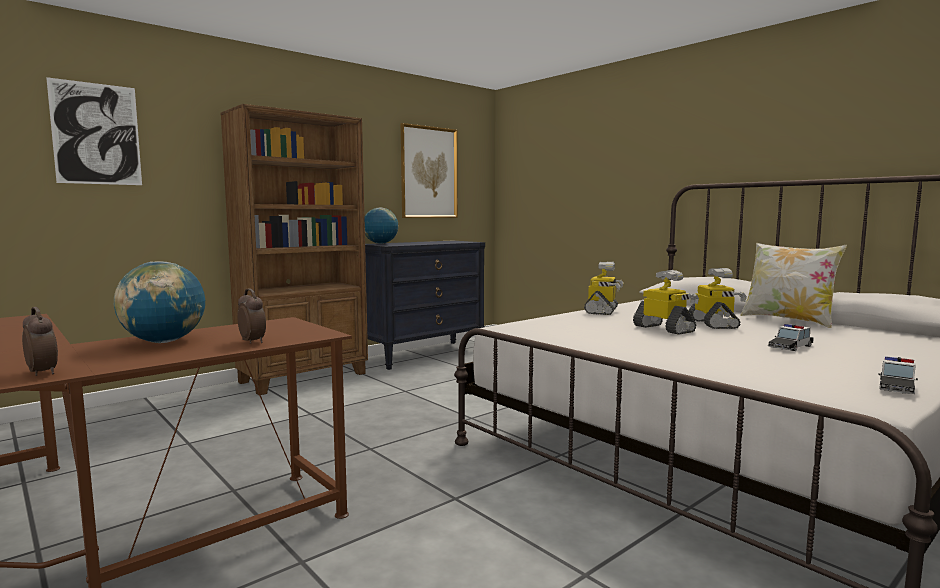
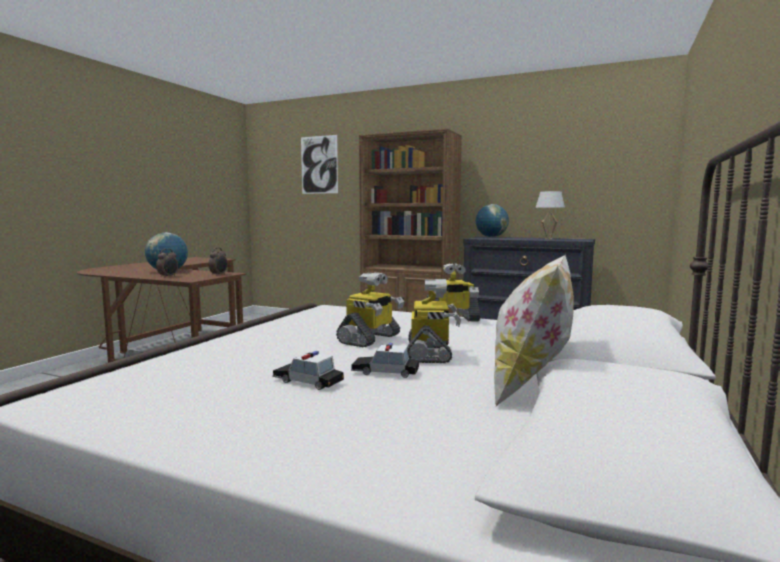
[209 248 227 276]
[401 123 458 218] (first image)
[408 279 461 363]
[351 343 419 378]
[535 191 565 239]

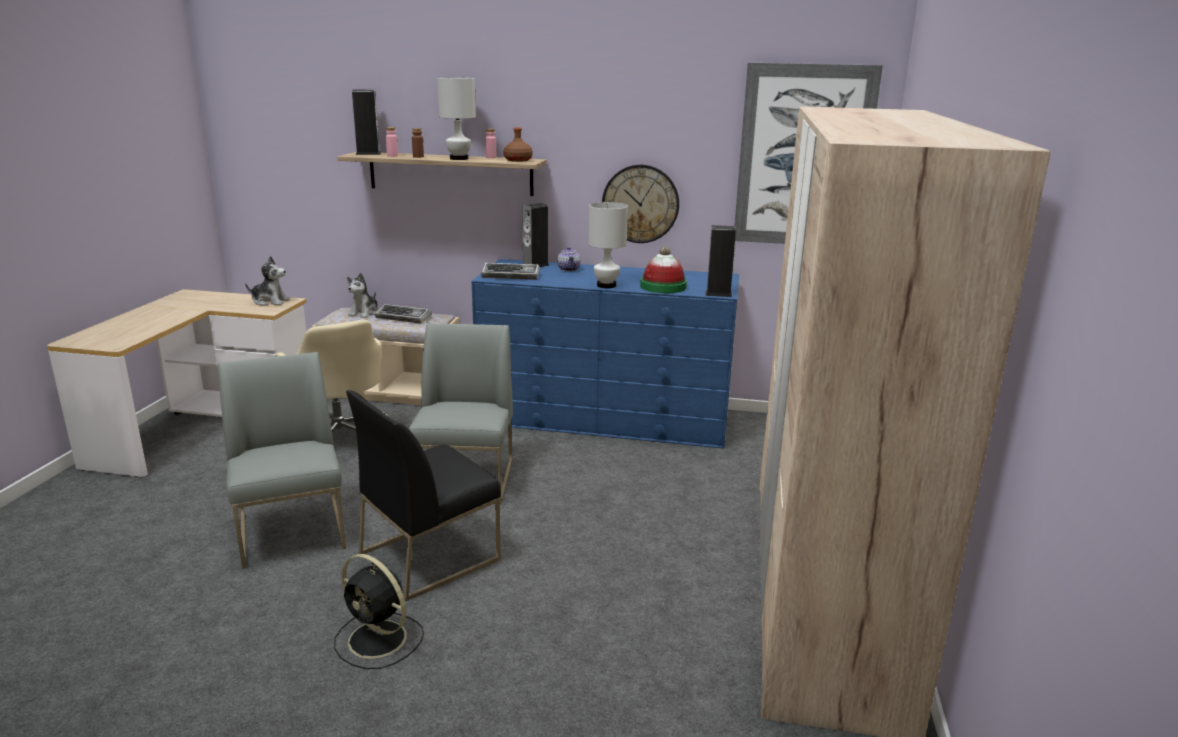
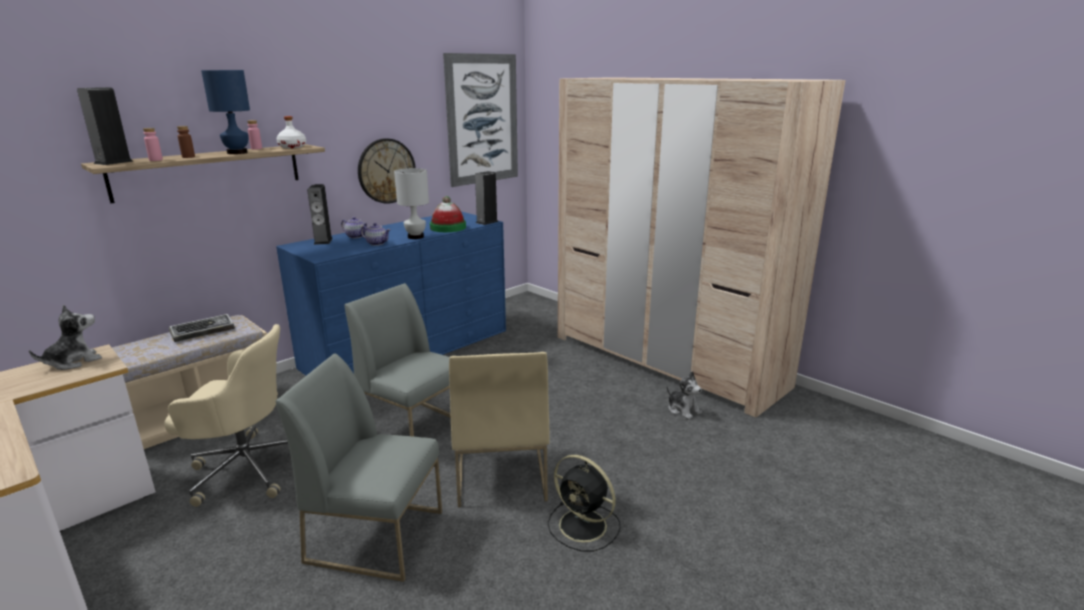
[548 455 620 552]
[449 352 550 507]
[666 371 702 419]
[201 70 250 154]
[481 263 540 280] (first image)
[276 116 306 148]
[361 223 390 246]

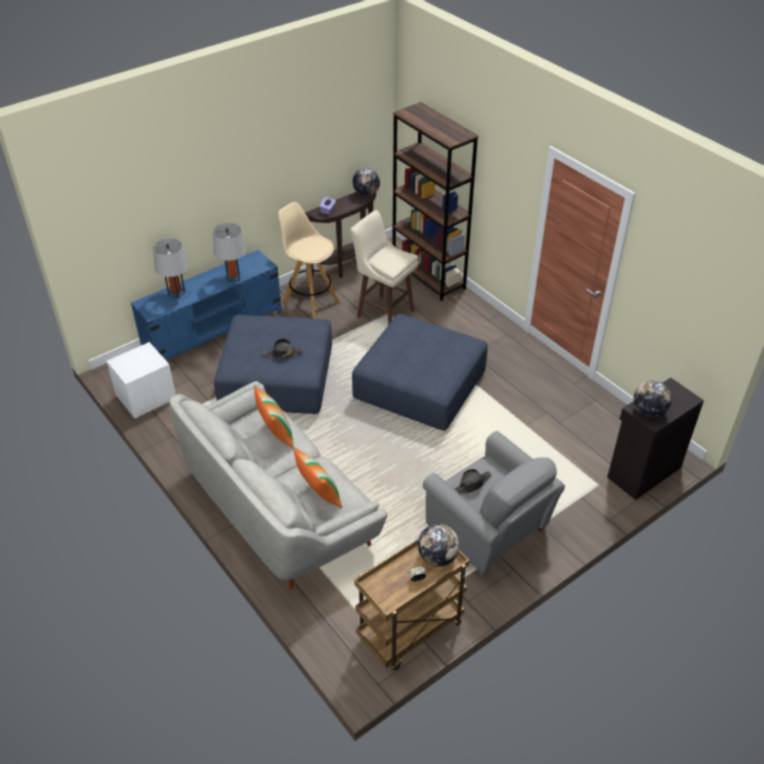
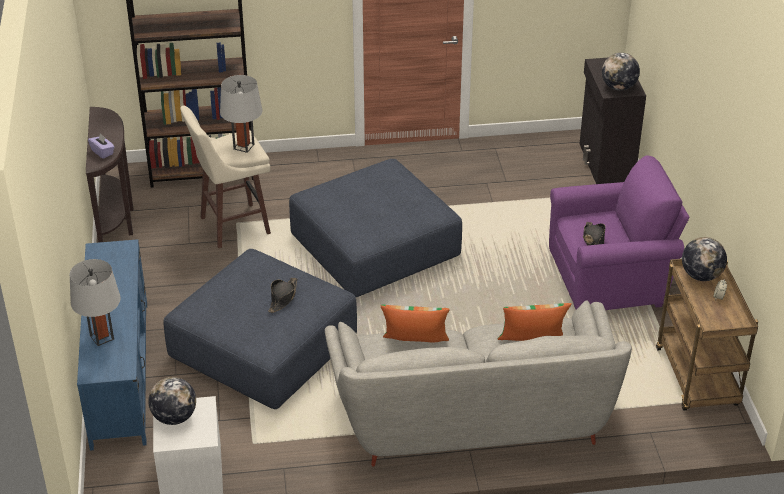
[220 75 263 153]
[279 202 340 319] (first image)
[148 377 196 425]
[549 156 689 310]

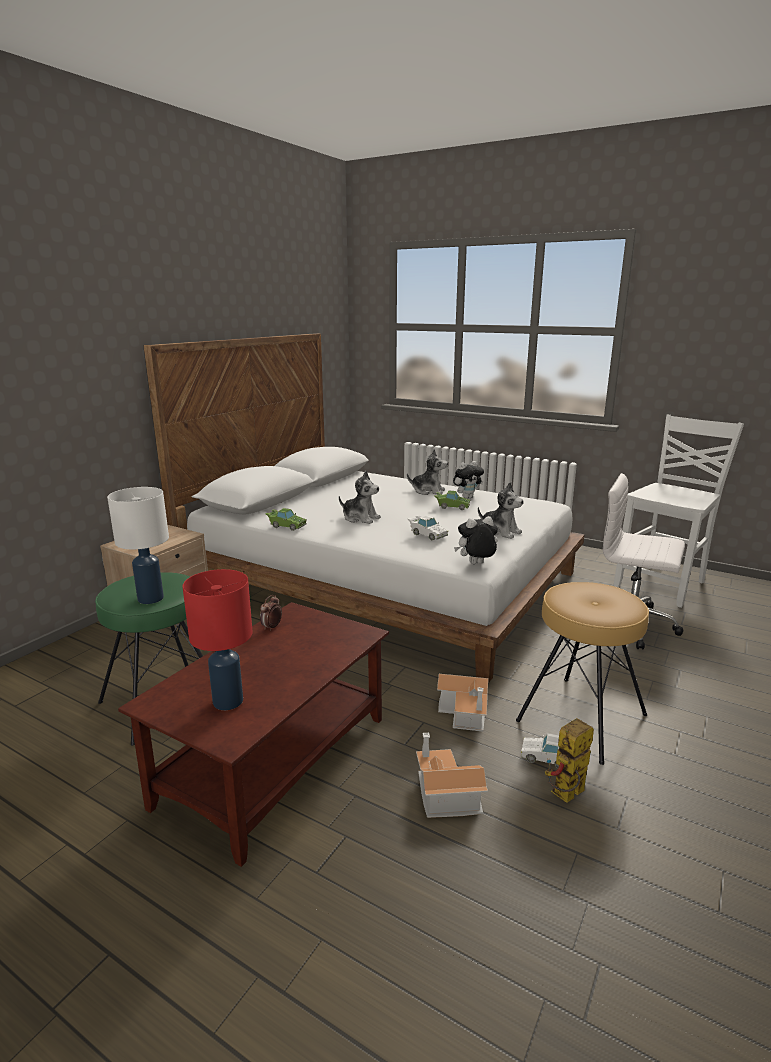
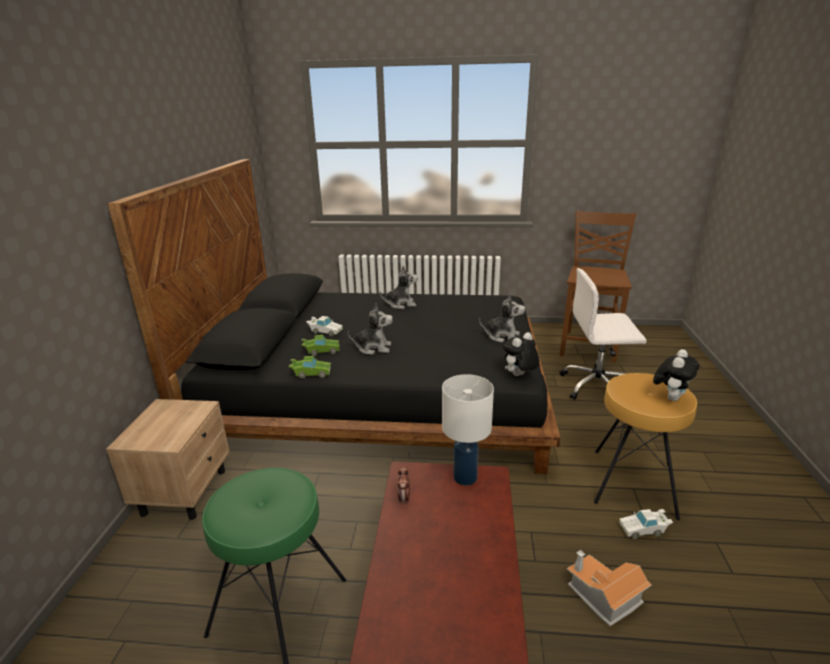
[442 374 494 485]
[107 159 560 474]
[182 569 253 710] (first image)
[306 316 343 336]
[302 335 340 356]
[437 674 488 732] (first image)
[653 349 699 401]
[545 718 594 803] (first image)
[560 210 637 363]

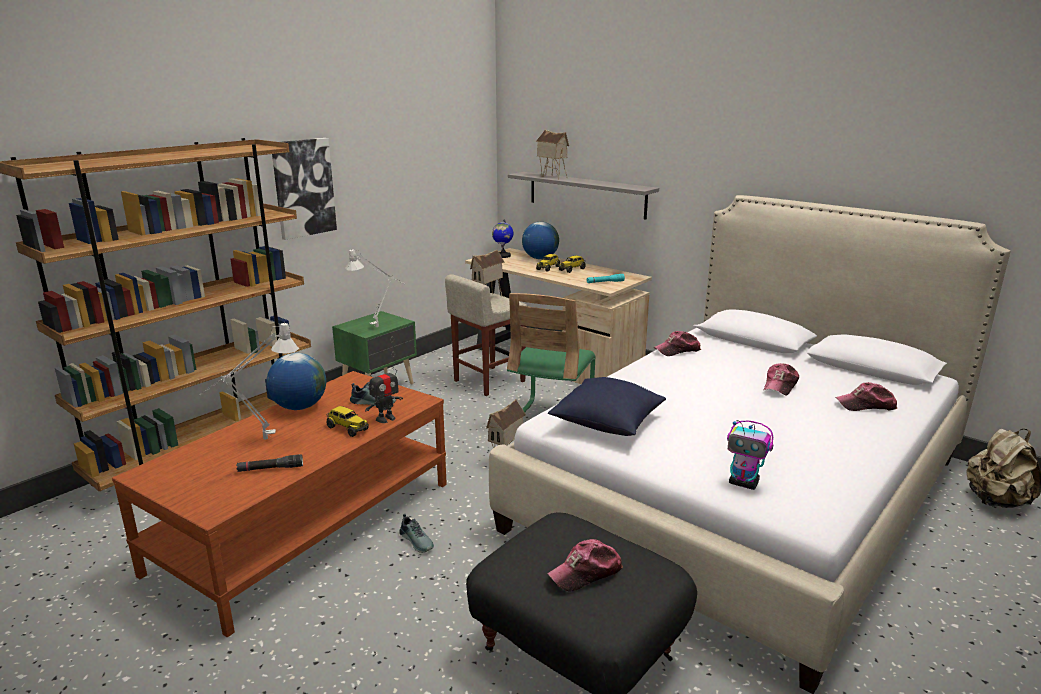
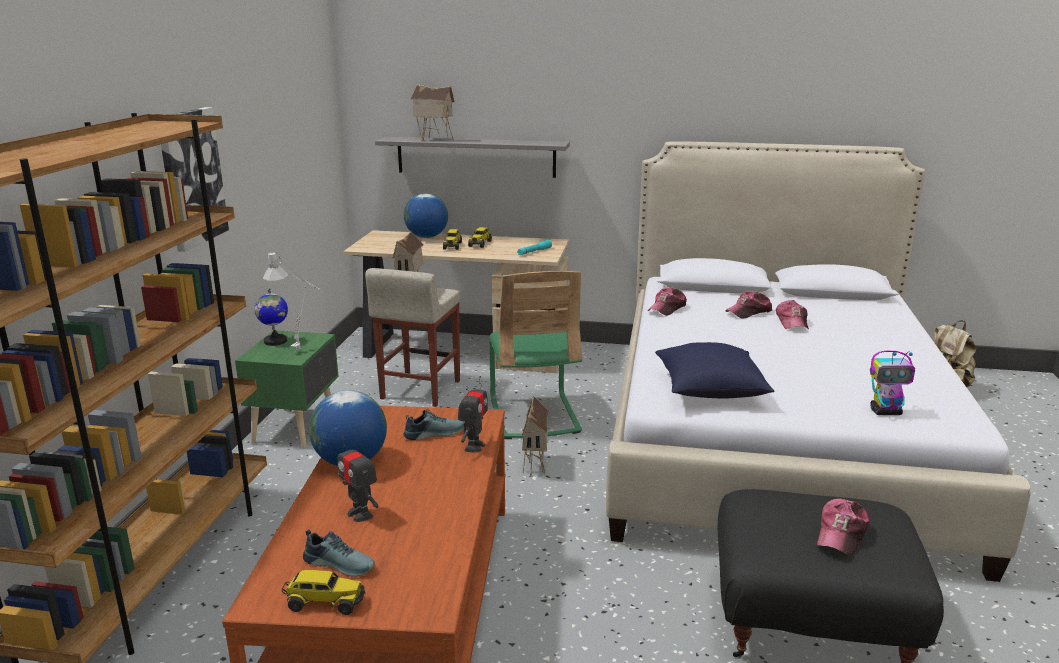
[337 433 378 522]
[236 454 303 472] (first image)
[282 570 365 615]
[303 529 375 577]
[255 288 288 346]
[725 291 772 318]

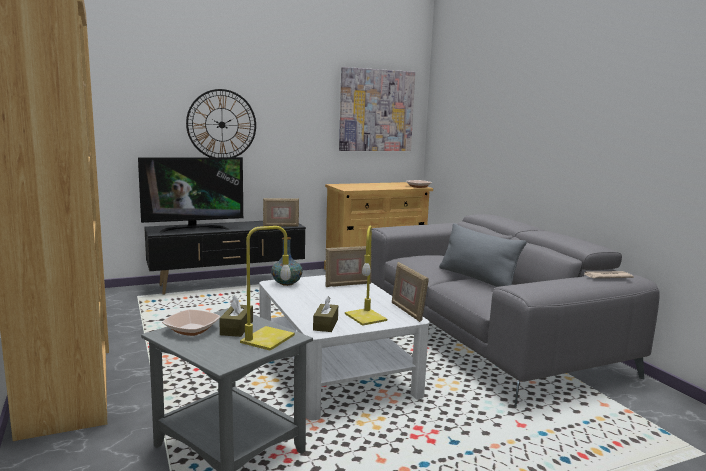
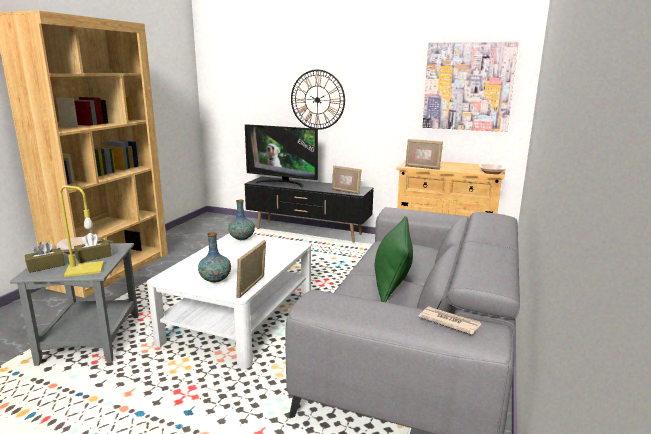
[25 242 65 273]
[405 139 443 170]
[198 232 231 283]
[375 216 413 302]

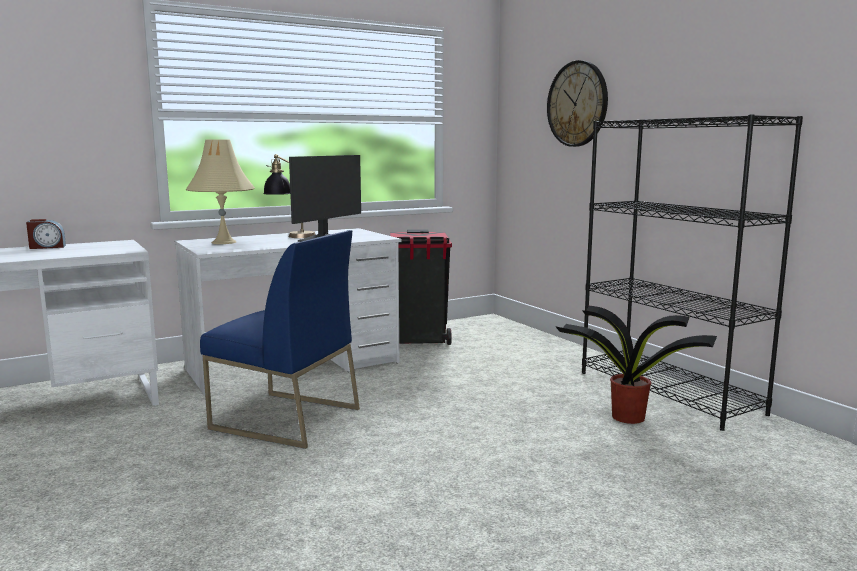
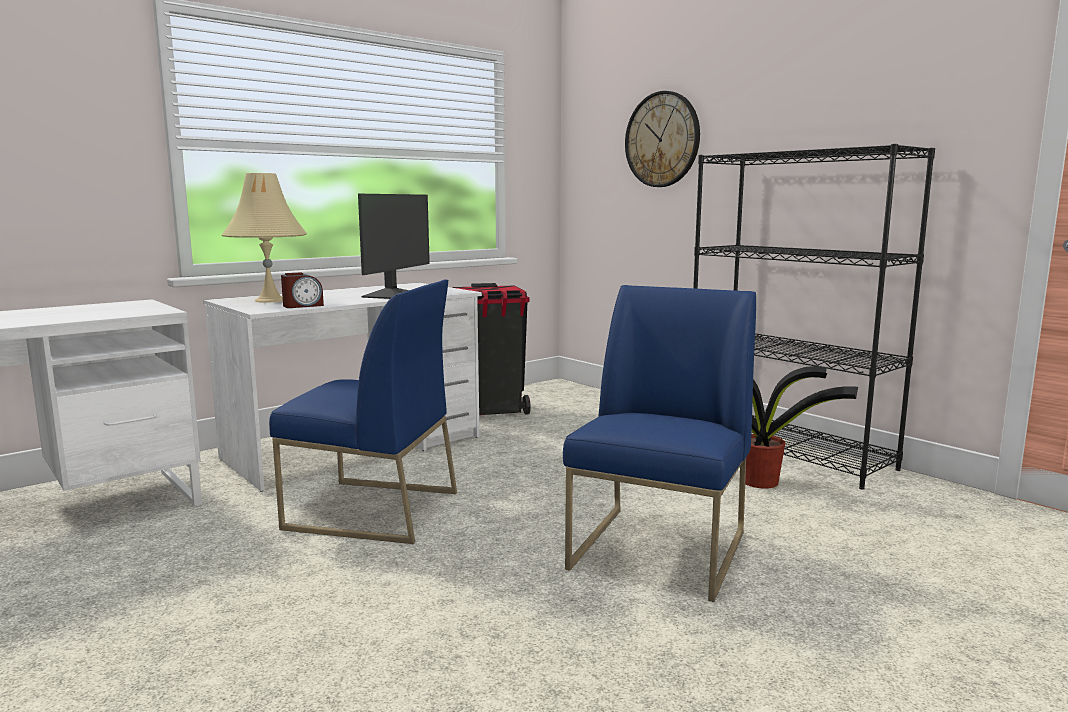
[281 272 324 308]
[263 154 316 238] (first image)
[563 285 756 602]

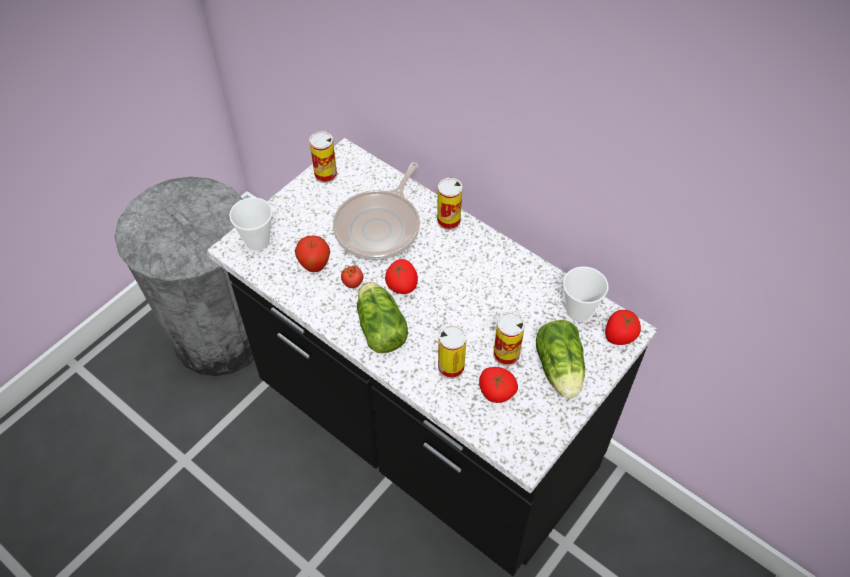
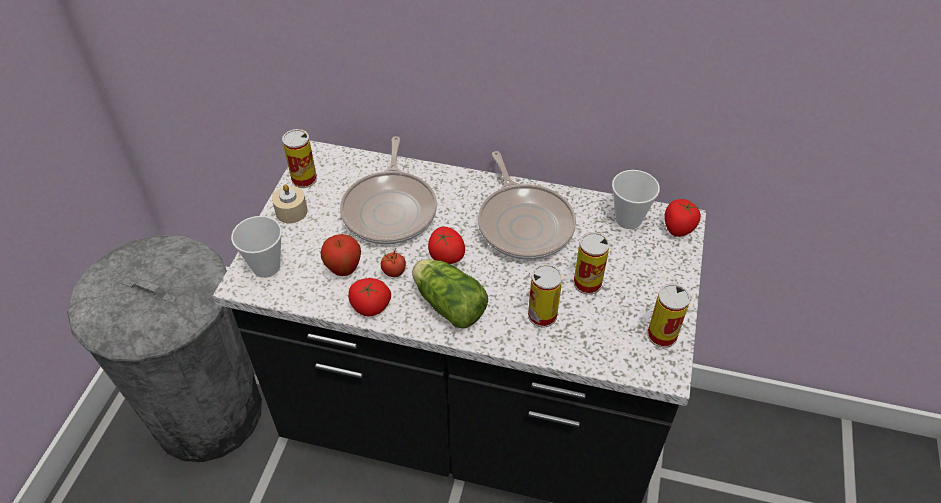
[647 284 691 348]
[348 278 391 316]
[536 320 585 399] (first image)
[272 184 308 223]
[478 151 576 260]

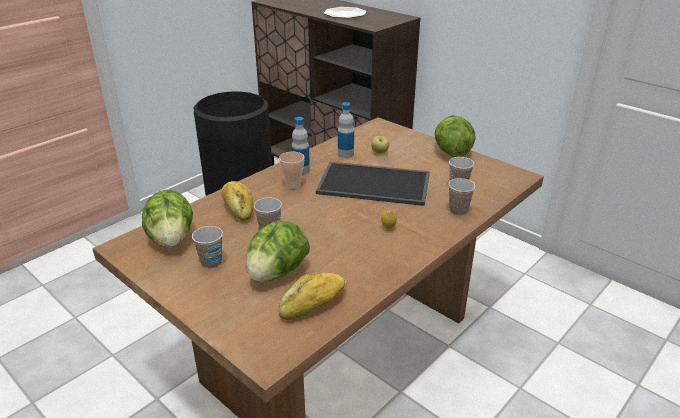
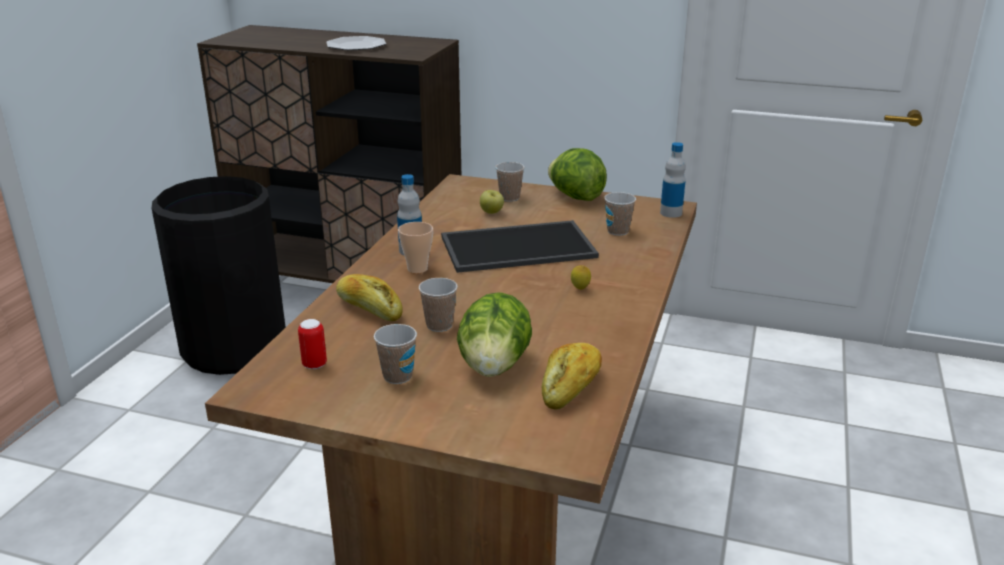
[298 319 327 369]
[660 142 686 218]
[496 162 525 202]

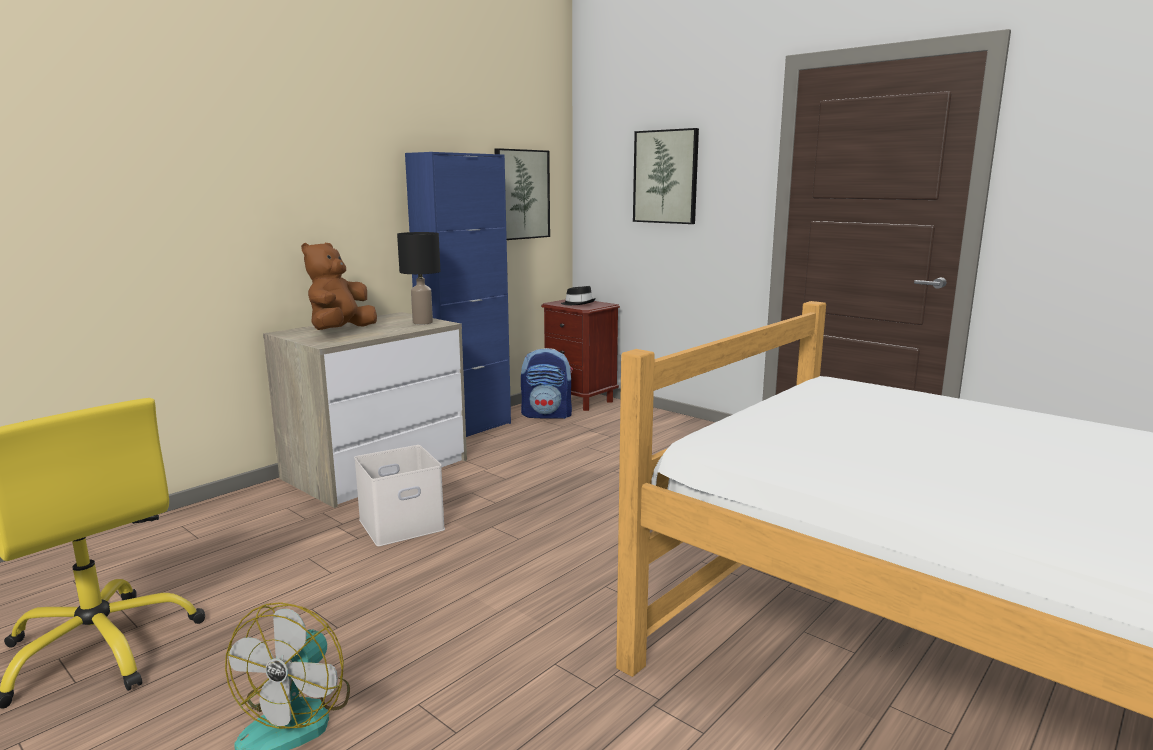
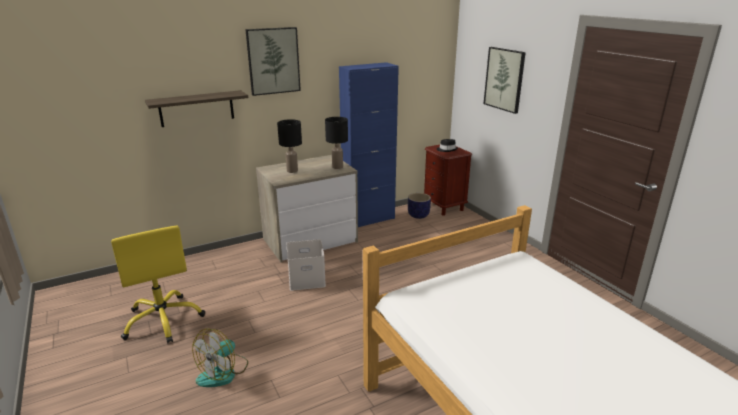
[277 119 302 173]
[245 27 301 96]
[408 193 431 219]
[145 90 248 127]

